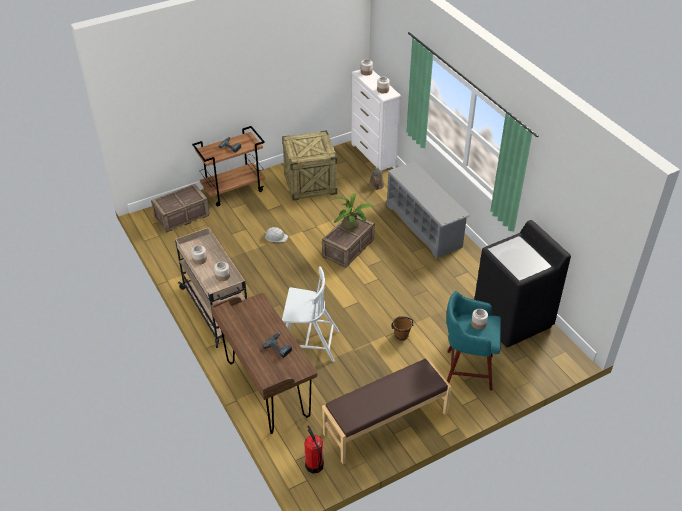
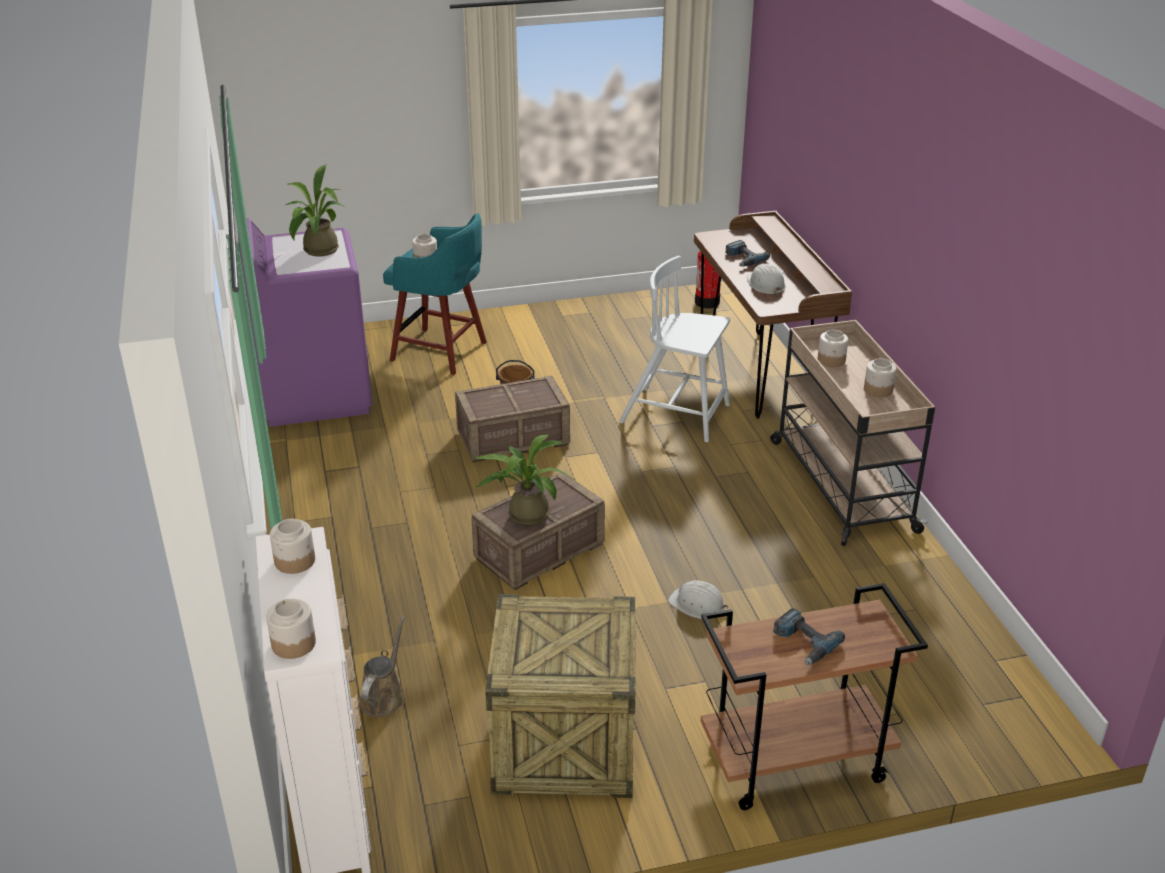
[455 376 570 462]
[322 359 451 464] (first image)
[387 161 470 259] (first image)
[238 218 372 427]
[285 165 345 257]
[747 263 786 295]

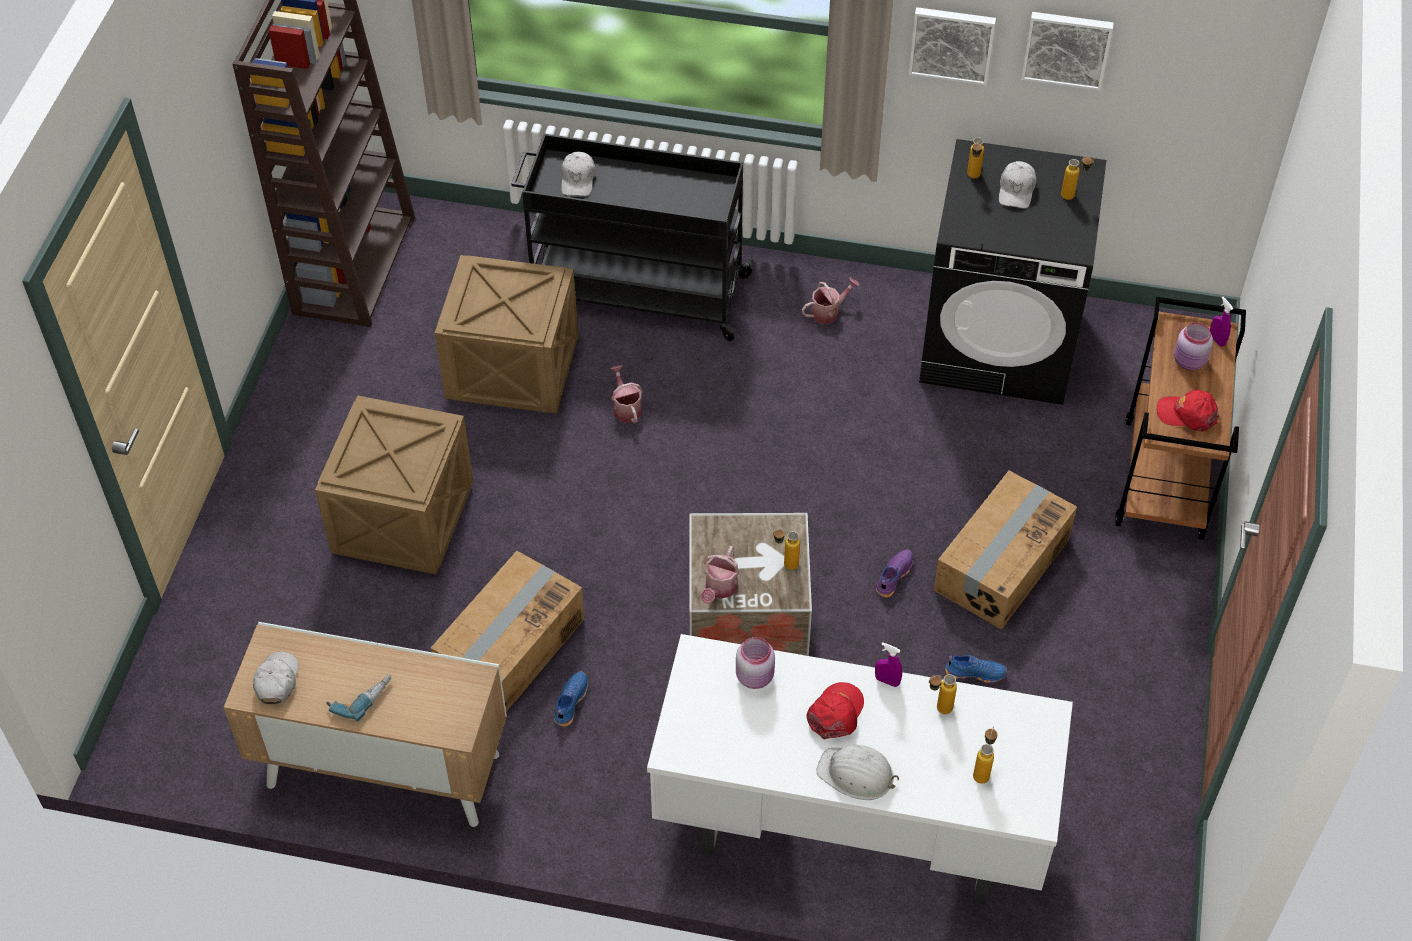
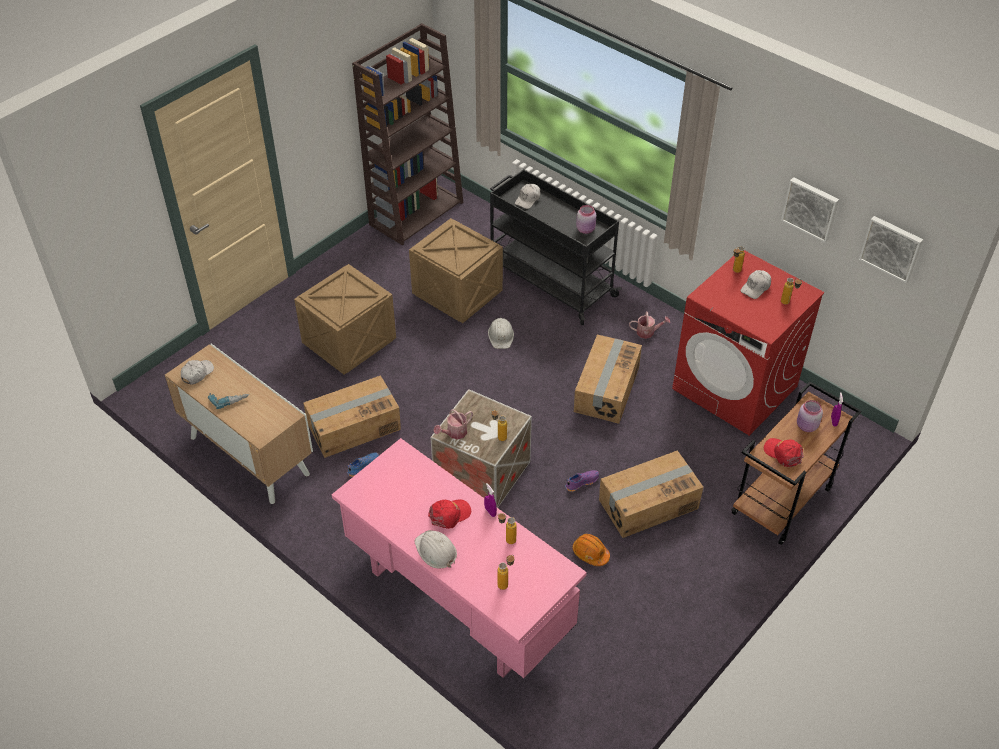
[488 318 514 349]
[332 438 587 678]
[576 205 596 234]
[859 216 923 283]
[672 250 824 436]
[572 534 610 566]
[574 335 642 424]

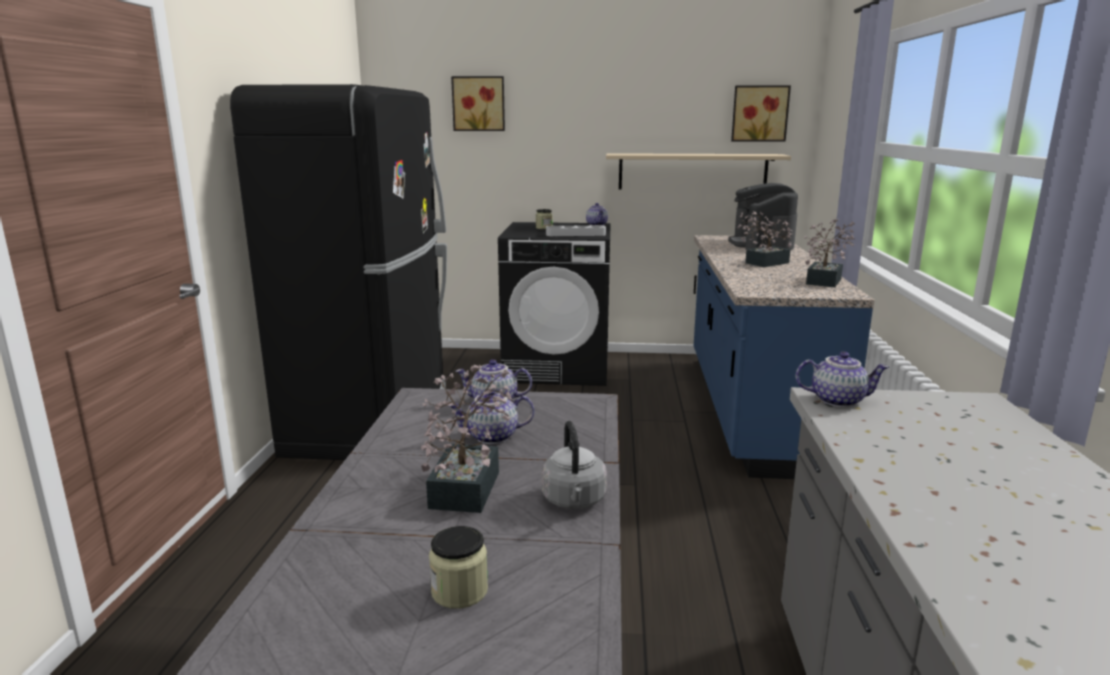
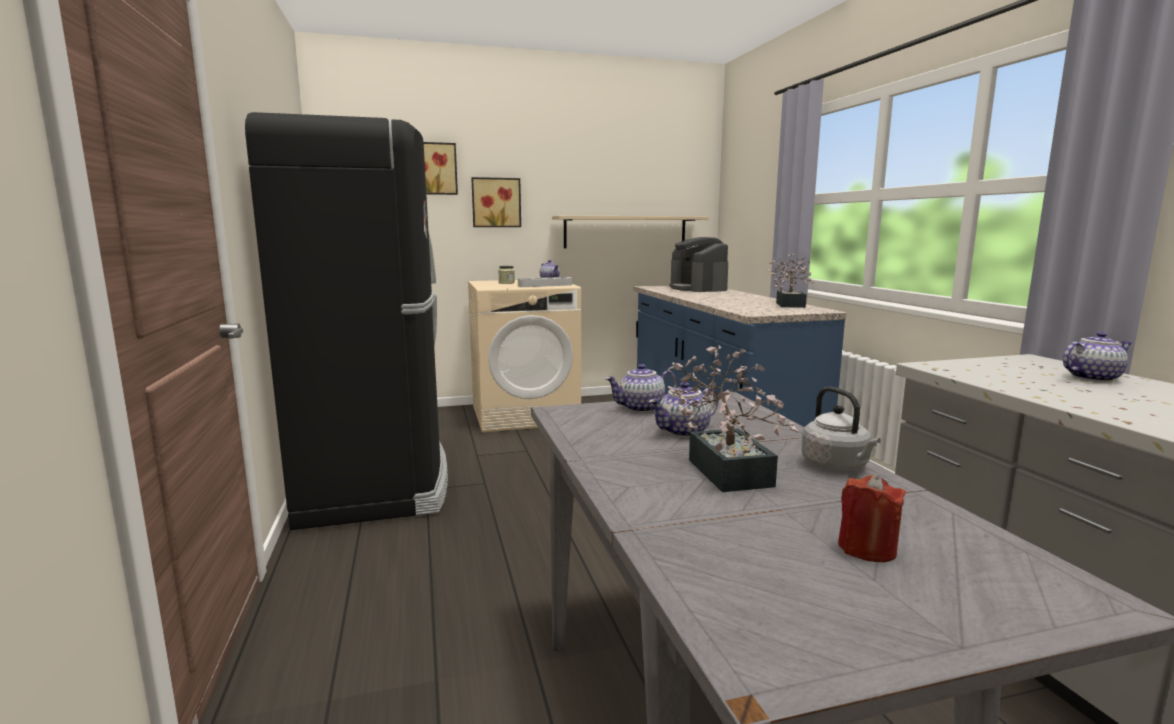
[838 475 906 562]
[468 280 581 433]
[471 177 521 227]
[737 211 793 267] (first image)
[1063 332 1132 382]

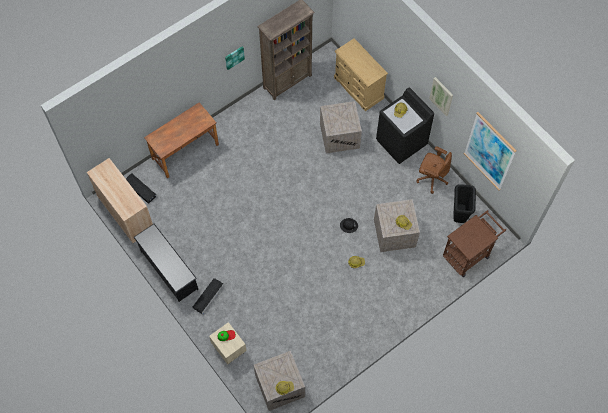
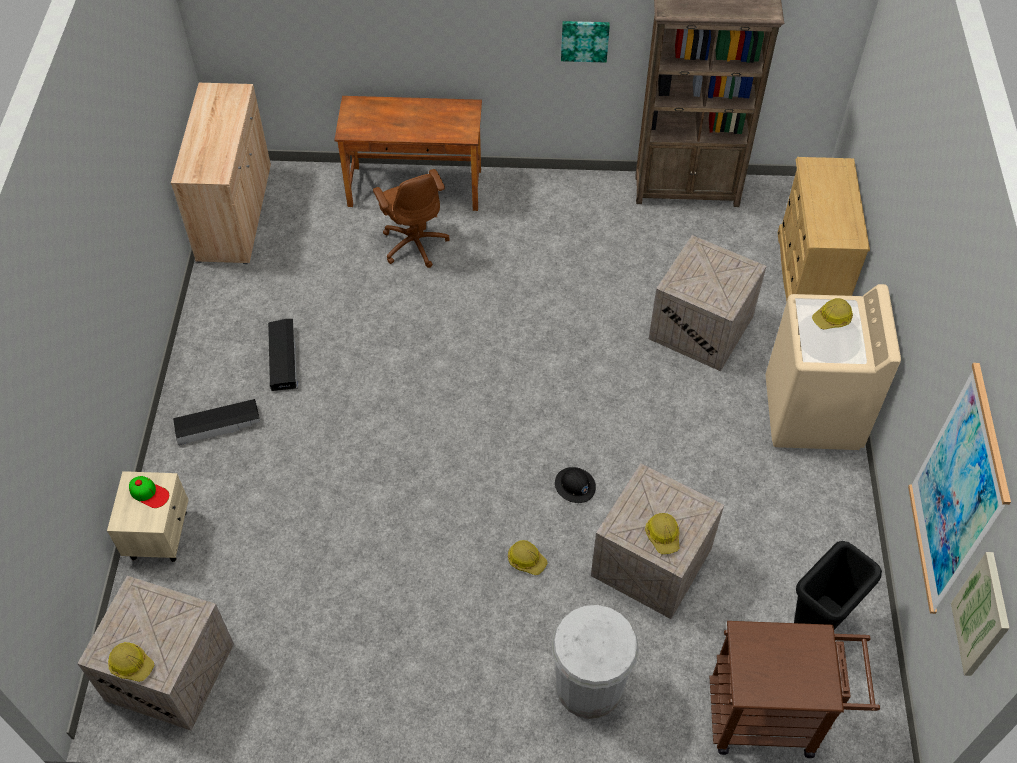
[268 319 297 391]
[134 224 198 302] (first image)
[765 284 901 450]
[373 169 450 268]
[951 552 1010 676]
[551 605 639 719]

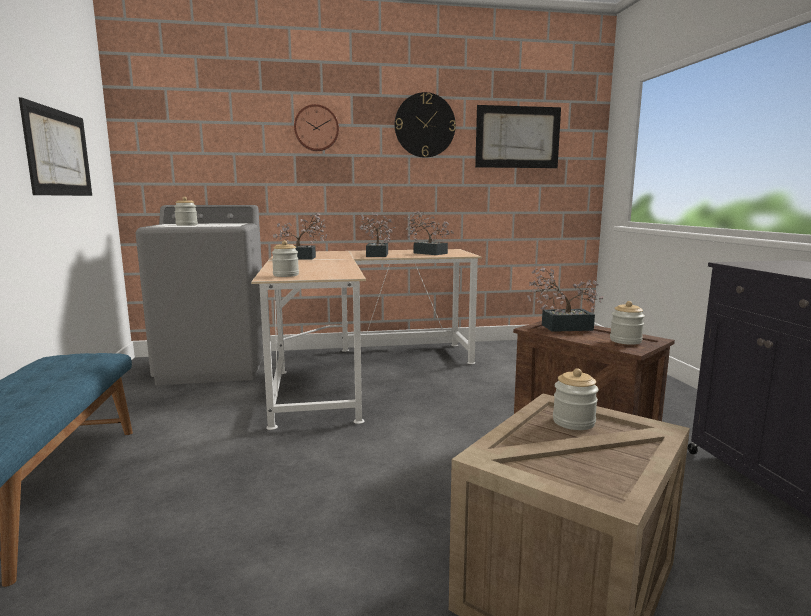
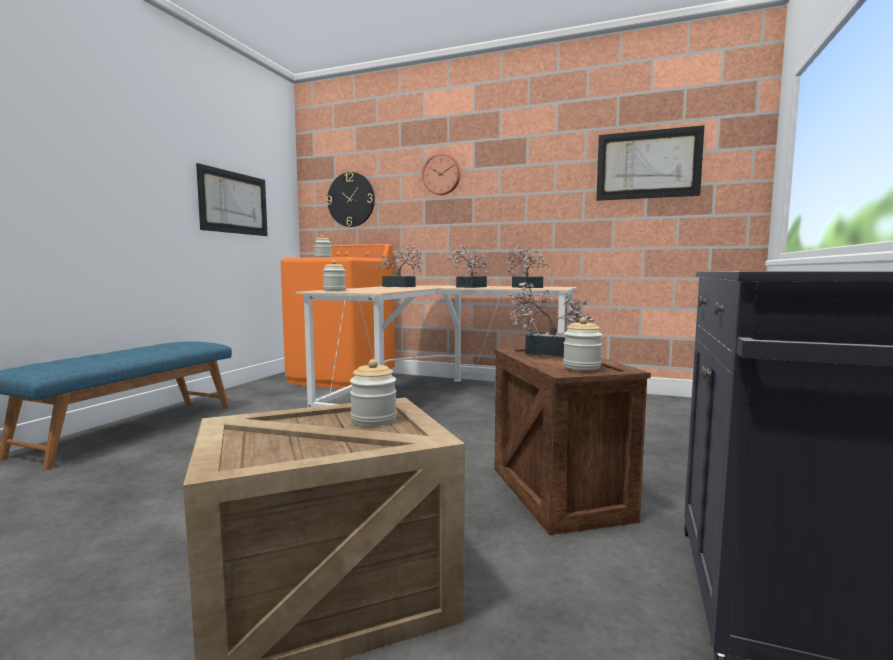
[281 244 395 389]
[327 172 375 227]

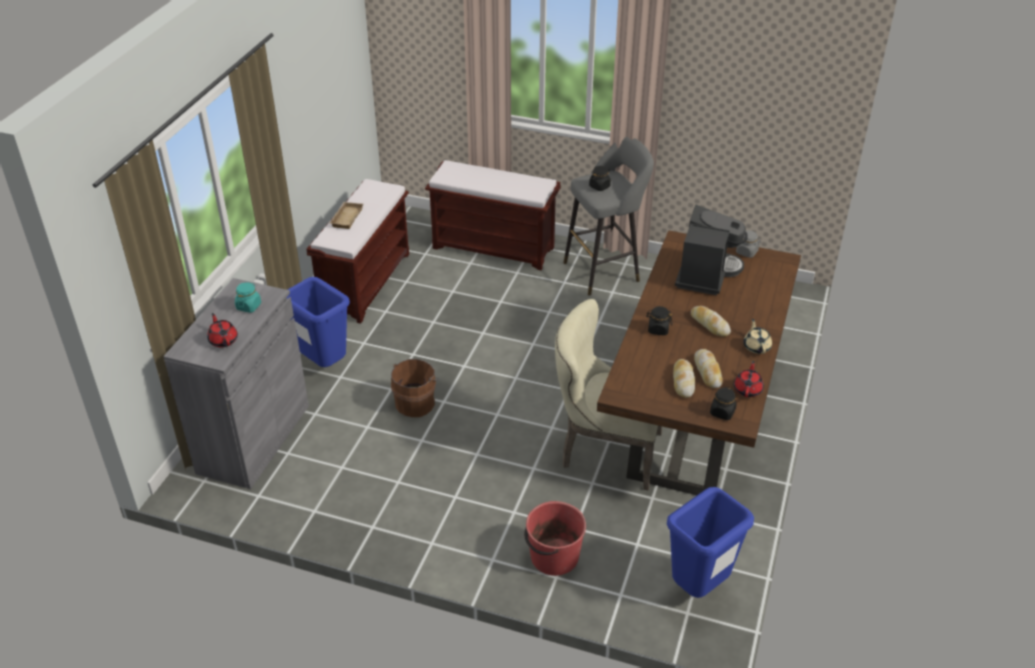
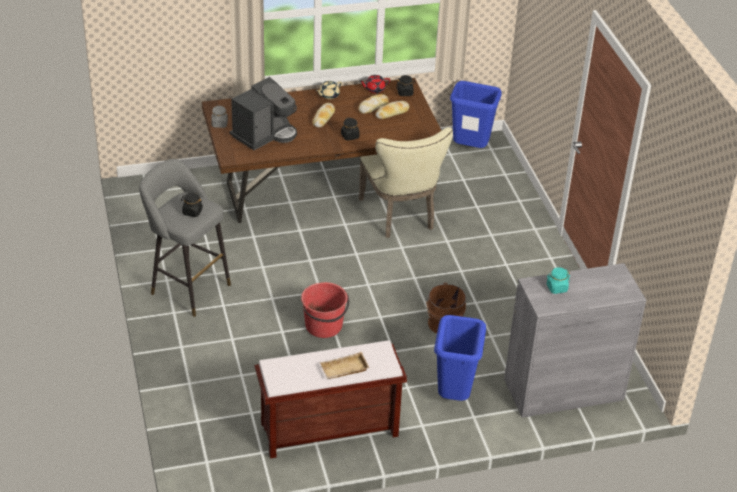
[207 313 238 348] (first image)
[425 160 561 270] (first image)
[301 282 349 338]
[230 77 297 150]

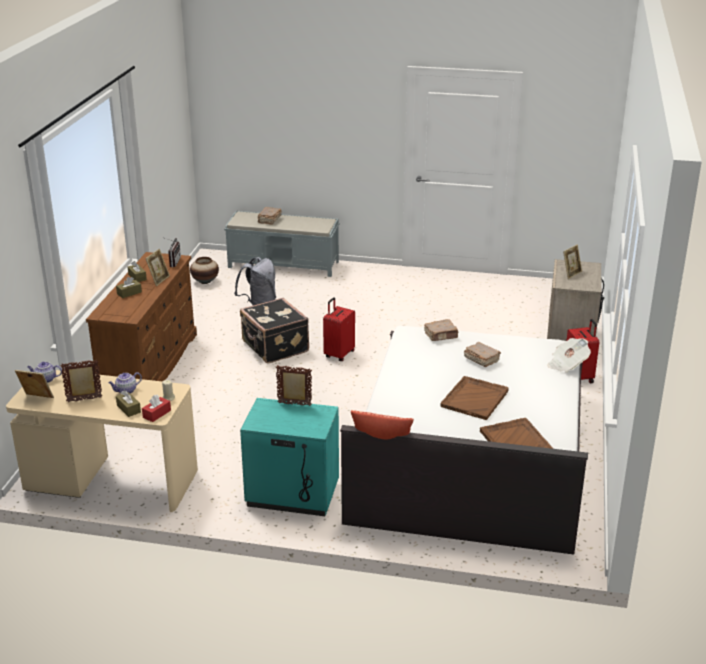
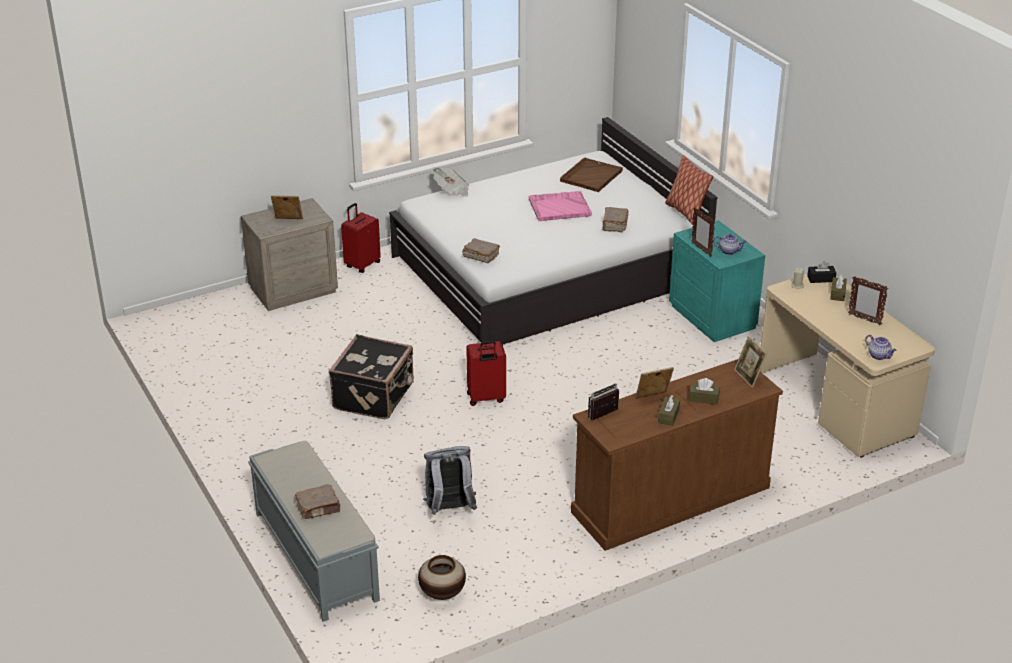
[734 336 767 388]
[713 234 747 255]
[807 261 836 283]
[329 334 414 419]
[529 191 592 221]
[602 207 629 233]

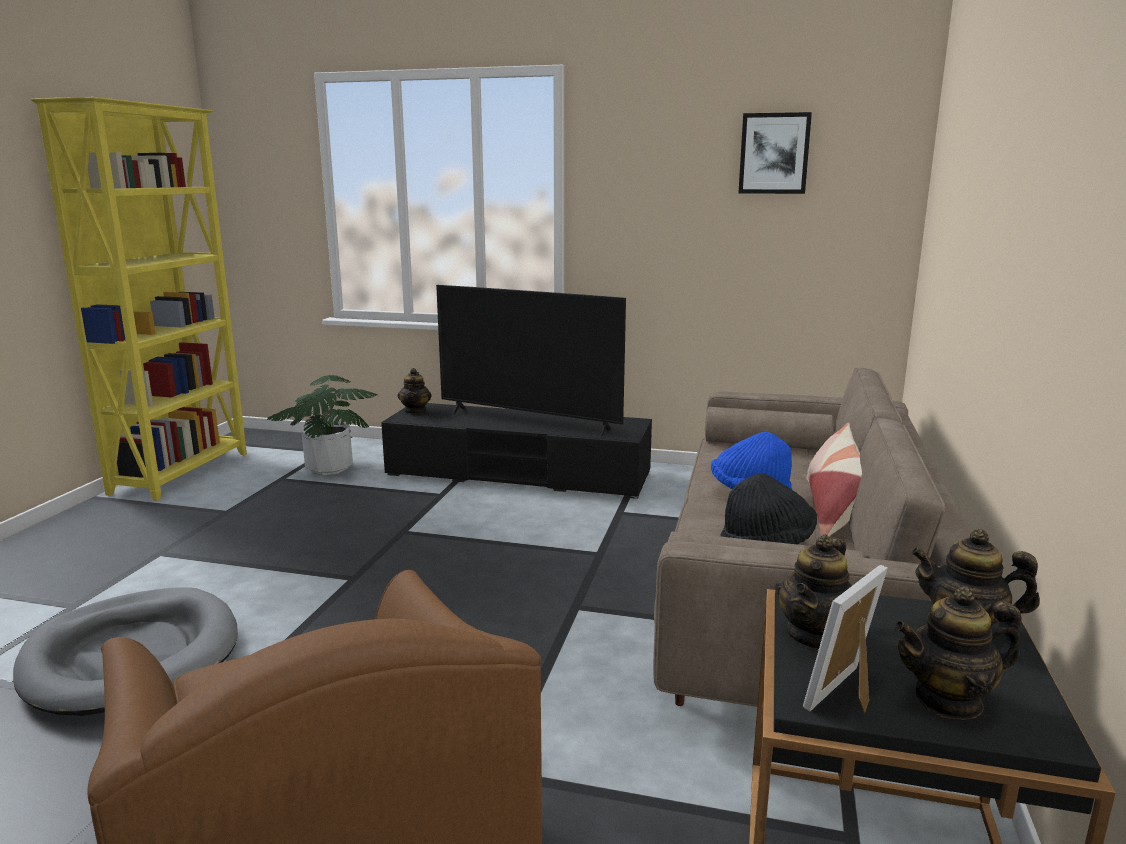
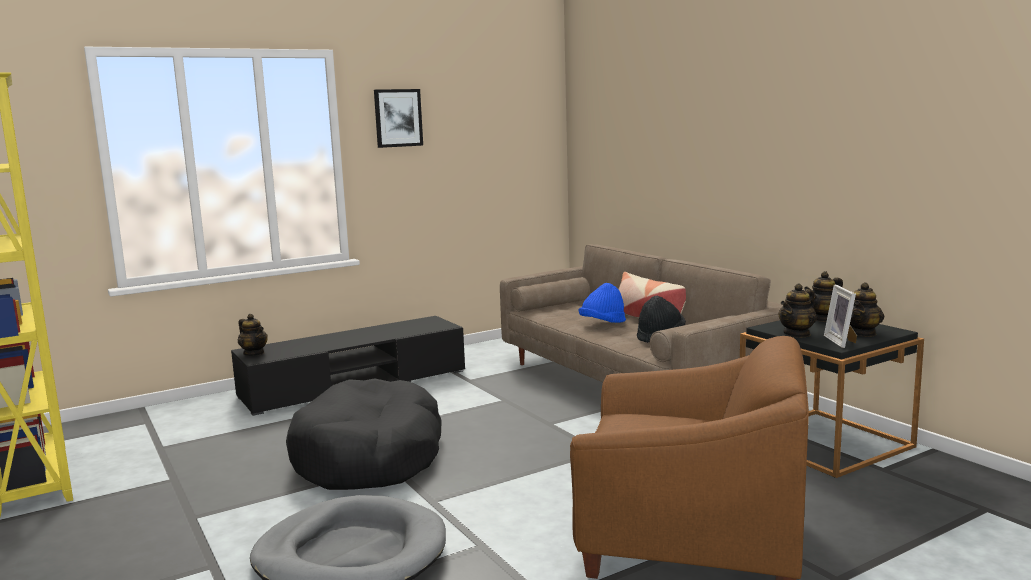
[267 375 377 475] (first image)
[436 285 626 436] (first image)
[374 89 423 148]
[779 283 816 338]
[286 378 442 490]

